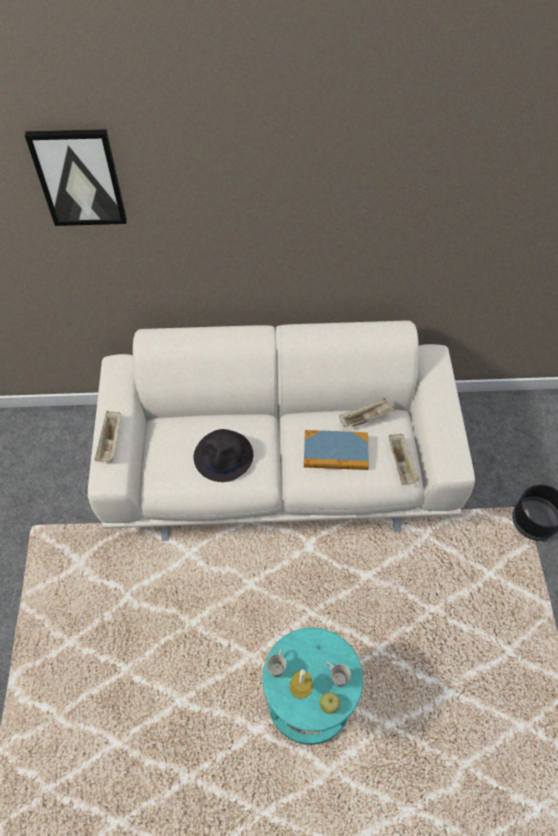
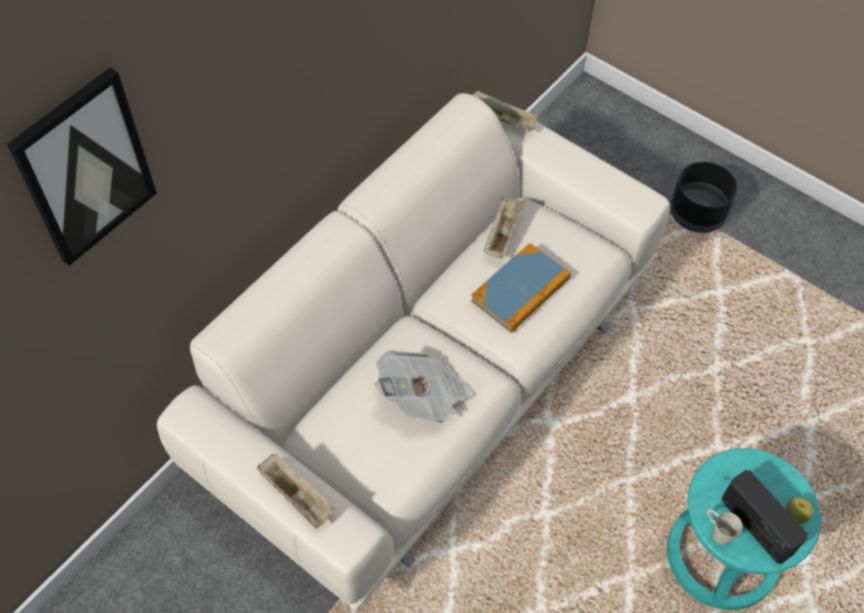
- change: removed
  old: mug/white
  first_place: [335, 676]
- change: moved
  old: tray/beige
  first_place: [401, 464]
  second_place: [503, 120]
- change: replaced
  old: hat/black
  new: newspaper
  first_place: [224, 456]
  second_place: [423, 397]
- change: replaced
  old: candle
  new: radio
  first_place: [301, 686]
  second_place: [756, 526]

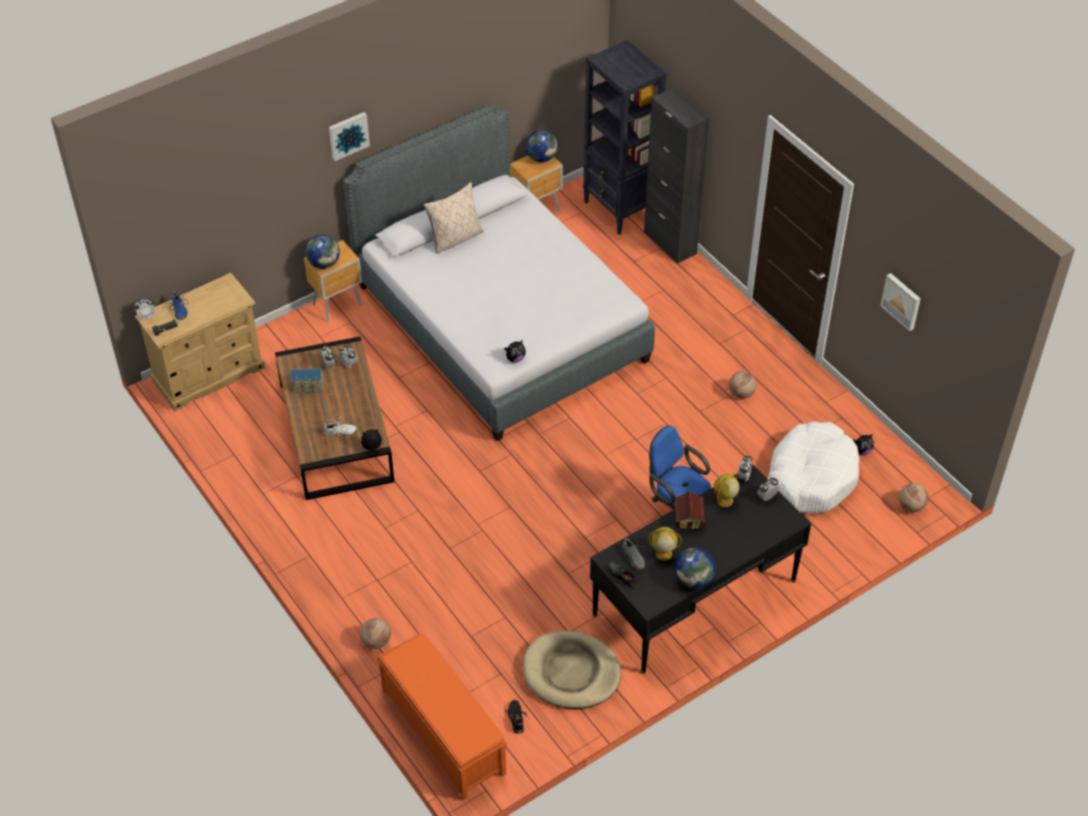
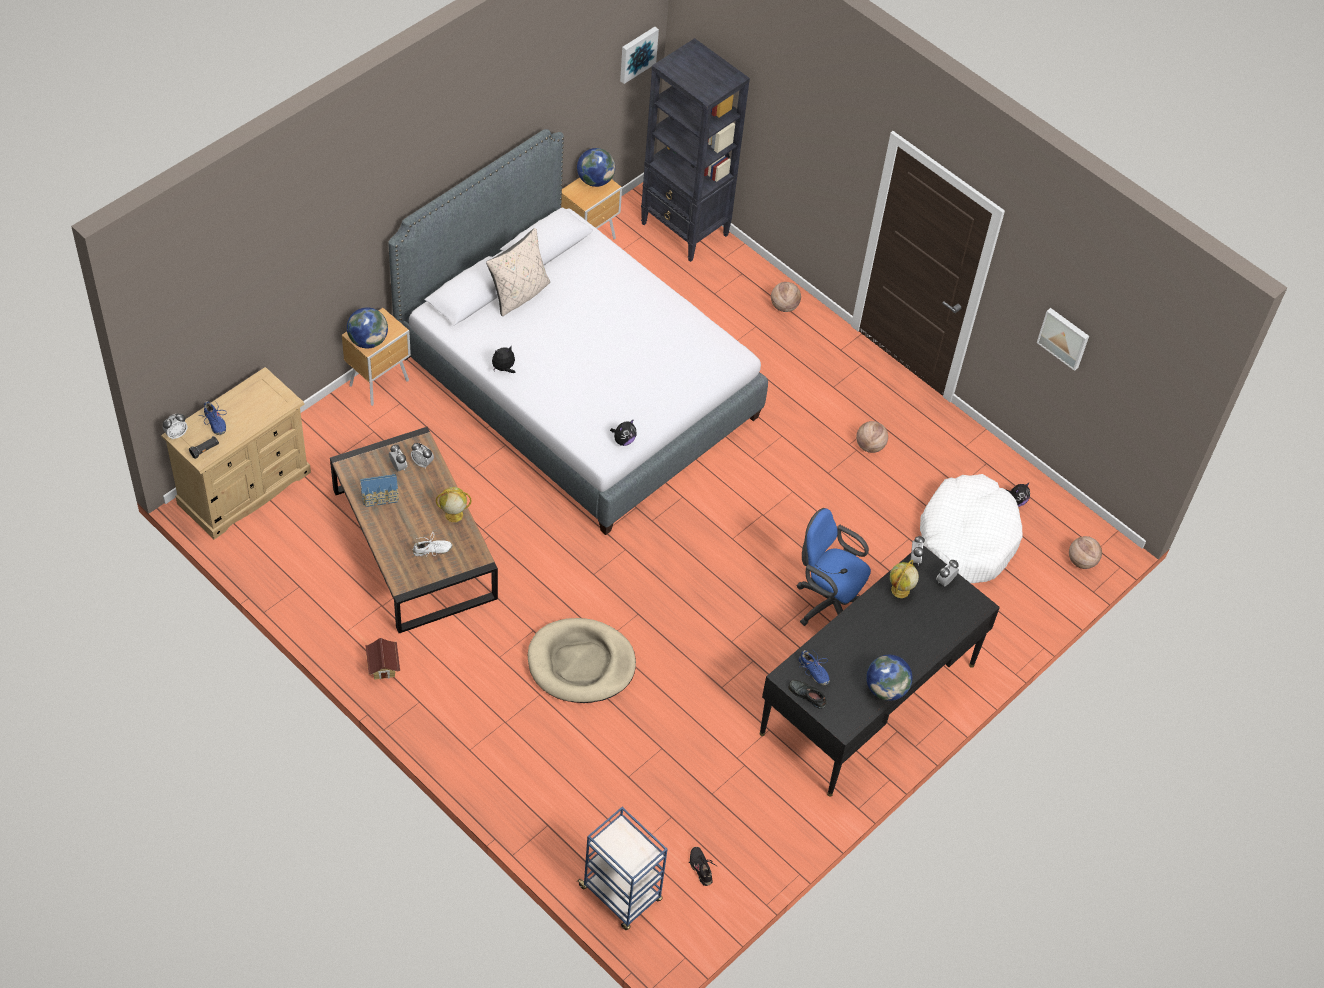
- change: removed
  old: cabinet/black
  first_place: [670, 243]
- change: moved
  old: picture
  first_place: [348, 135]
  second_place: [637, 53]
- change: moved
  old: basketball
  first_place: [376, 642]
  second_place: [784, 306]
- change: moved
  old: plush toy
  first_place: [372, 448]
  second_place: [504, 368]
- change: moved
  old: dog bed/beige
  first_place: [571, 673]
  second_place: [581, 663]
- change: moved
  old: globe
  first_place: [663, 553]
  second_place: [453, 515]
- change: moved
  old: toy house
  first_place: [689, 519]
  second_place: [383, 667]
- change: replaced
  old: bench/orange
  new: cart/blue
  first_place: [442, 731]
  second_place: [621, 894]
- change: recoloured
  old: shoe/grey
  new: shoe/blue
  first_place: [633, 557]
  second_place: [813, 671]

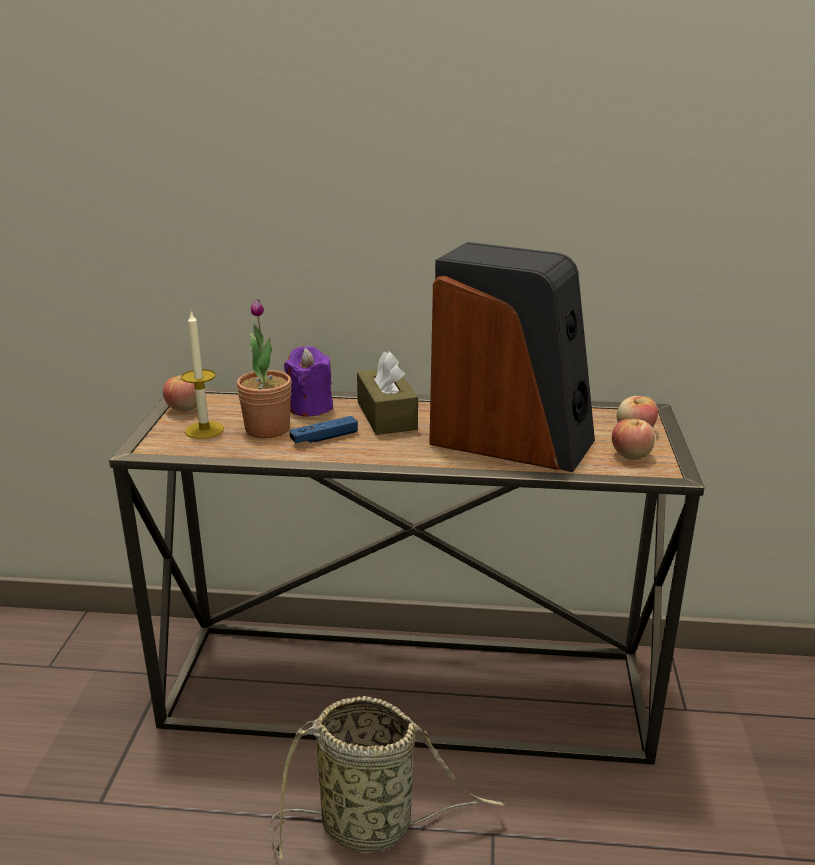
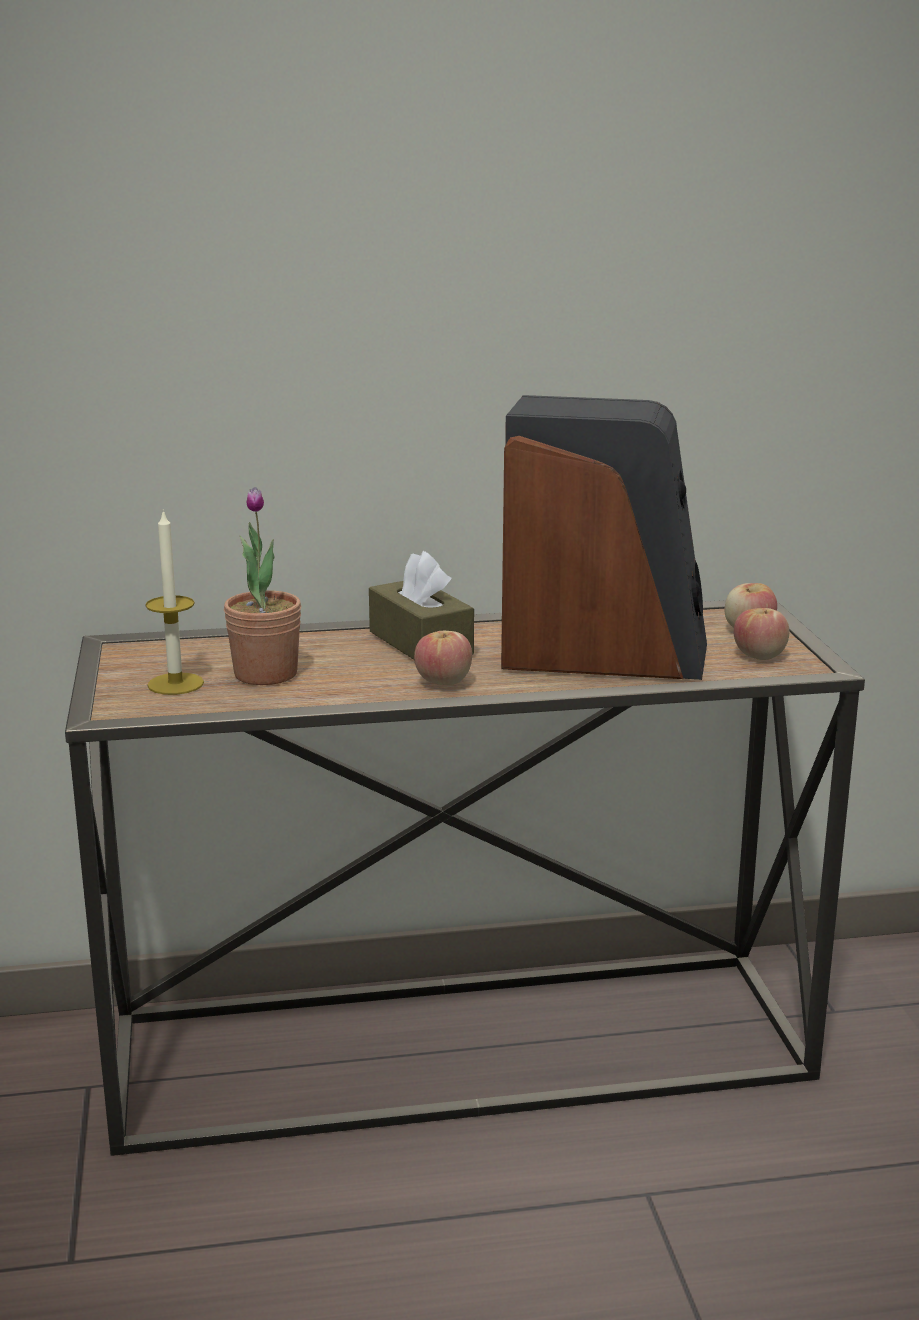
- change: removed
  old: basket
  first_place: [373, 826]
- change: removed
  old: candle/purple
  first_place: [310, 407]
- change: removed
  old: game controller/blue
  first_place: [324, 438]
- change: moved
  old: apple
  first_place: [184, 408]
  second_place: [443, 681]

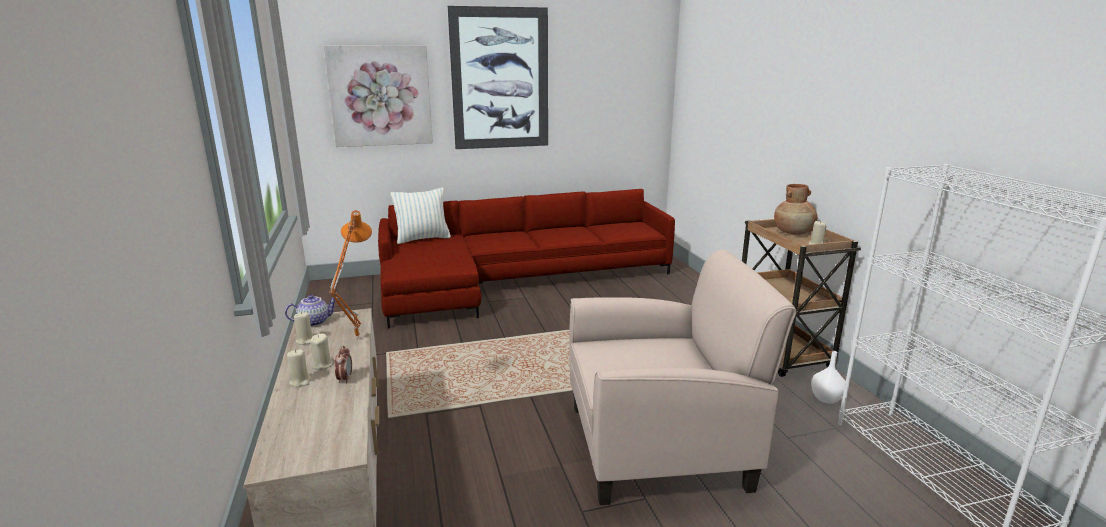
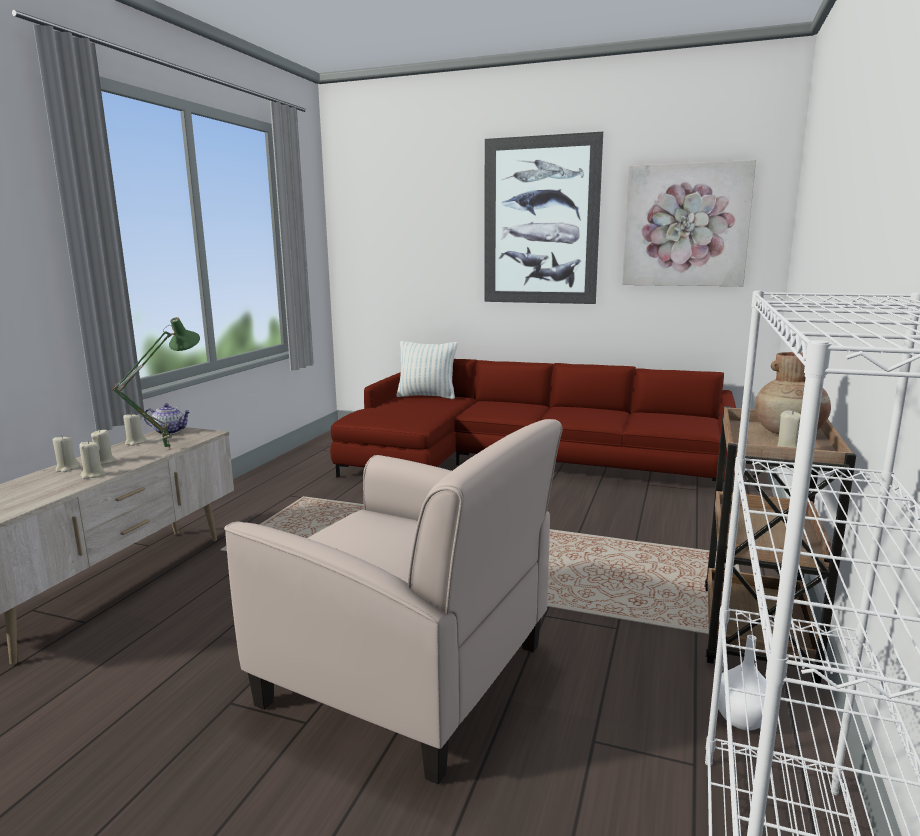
- change: moved
  old: picture
  first_place: [380, 96]
  second_place: [685, 225]
- change: replaced
  old: alarm clock
  new: candle/beige
  first_place: [345, 379]
  second_place: [93, 475]
- change: recoloured
  old: table lamp/orange
  new: table lamp/green
  first_place: [355, 338]
  second_place: [167, 449]

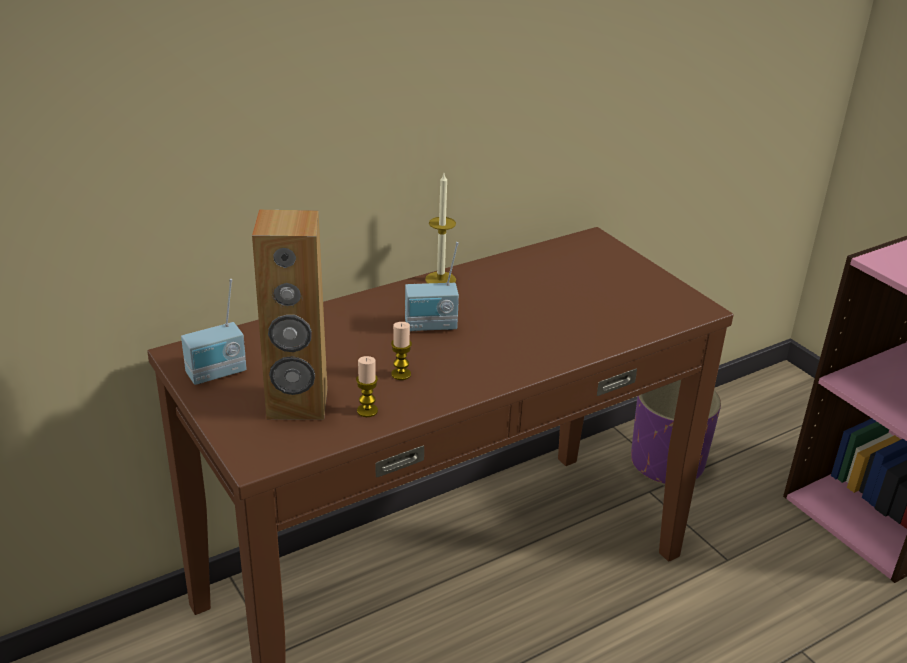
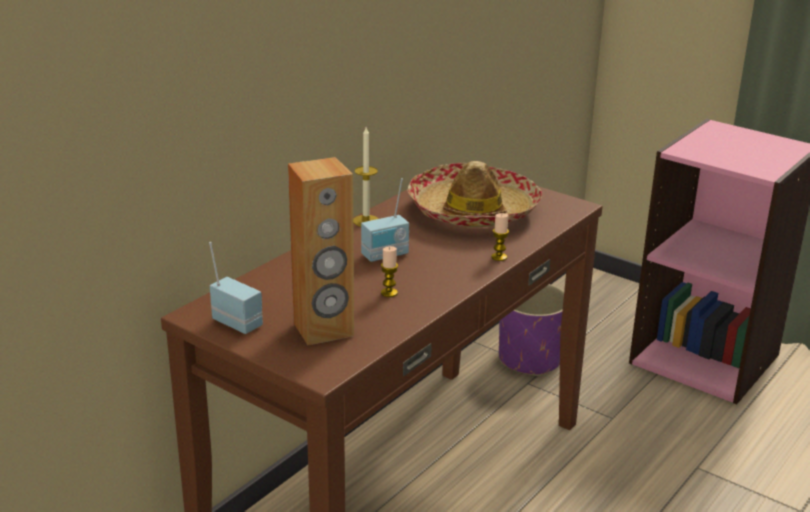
- change: added
  new: hat
  second_place: [473, 210]
- change: moved
  old: candle
  first_place: [367, 411]
  second_place: [499, 257]
- change: turned
  old: radio
  first_place: [217, 374]
  second_place: [238, 322]
  degrees: -90

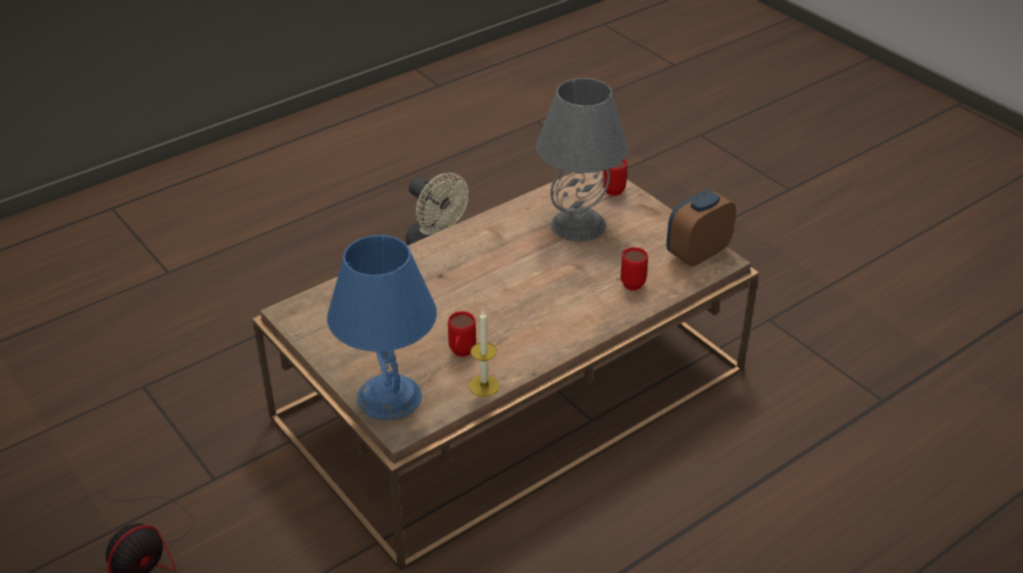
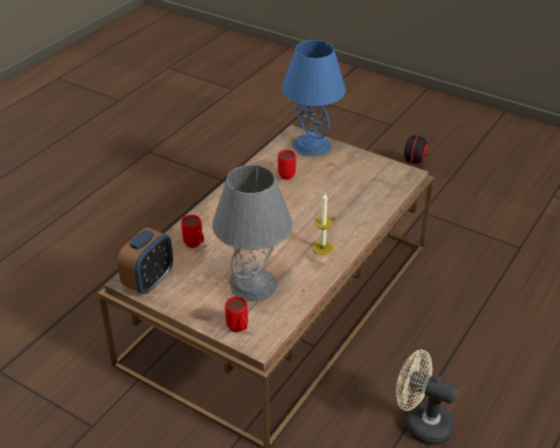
- change: moved
  old: candle
  first_place: [484, 385]
  second_place: [322, 248]

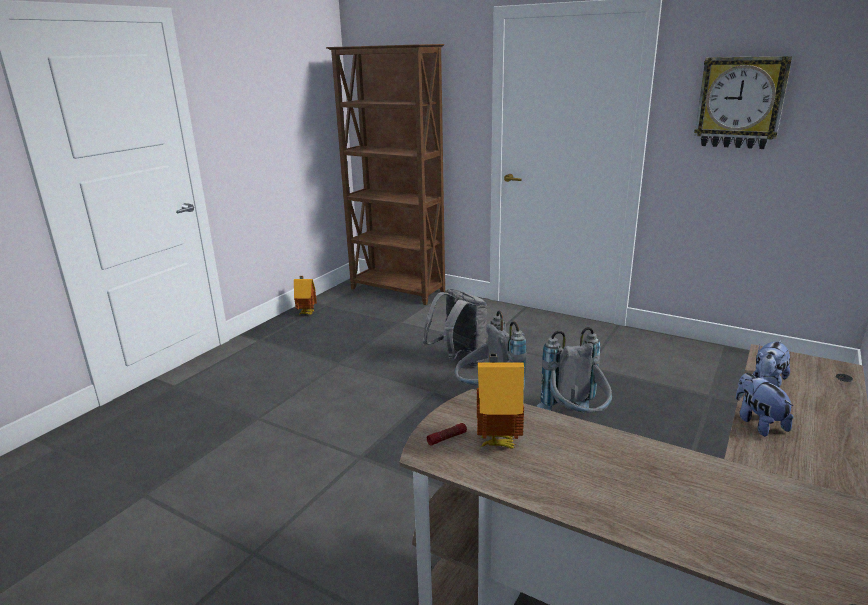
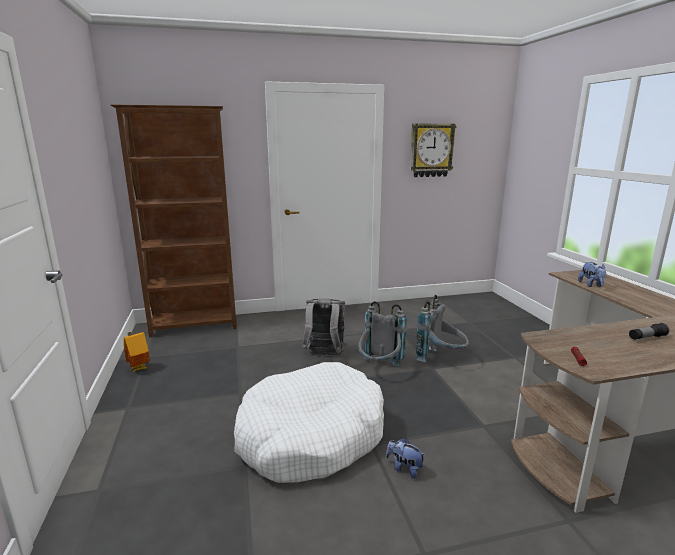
- change: removed
  old: toy house
  first_place: [498, 441]
- change: added
  new: dog bed/white
  second_place: [311, 436]
- change: added
  new: flashlight
  second_place: [646, 337]
- change: moved
  old: plush toy
  first_place: [758, 422]
  second_place: [404, 468]

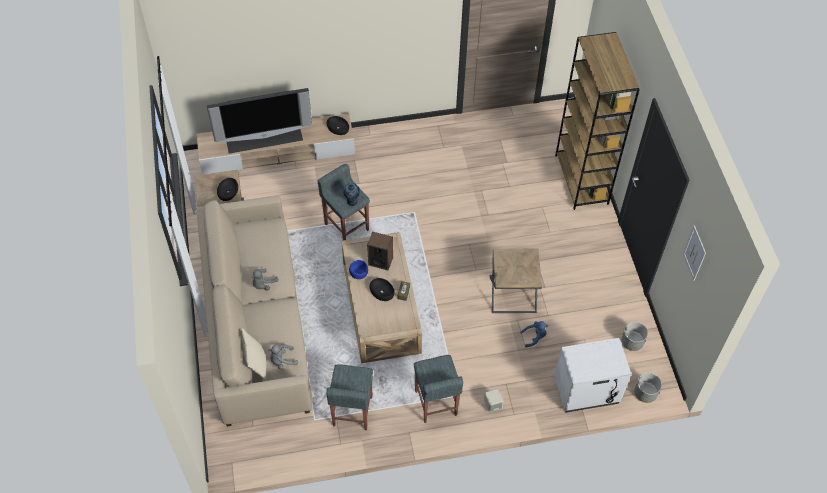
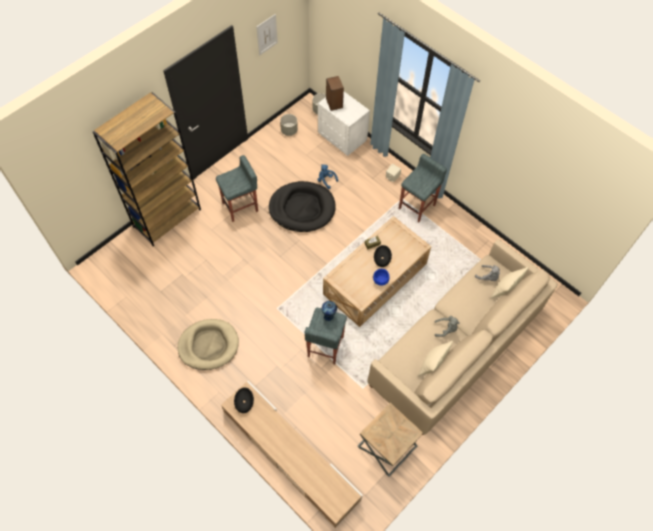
- change: removed
  old: television
  first_place: [264, 138]
- change: removed
  old: bowl/black
  first_place: [228, 192]
- change: added
  new: dog bed/beige
  second_place: [208, 345]
- change: added
  new: pillow/beige
  second_place: [432, 364]
- change: moved
  old: stool/grey
  first_place: [352, 412]
  second_place: [241, 207]
- change: moved
  old: speaker
  first_place: [380, 261]
  second_place: [334, 103]
- change: replaced
  old: side table/brown
  new: dog bed/black
  first_place: [512, 294]
  second_place: [302, 208]

